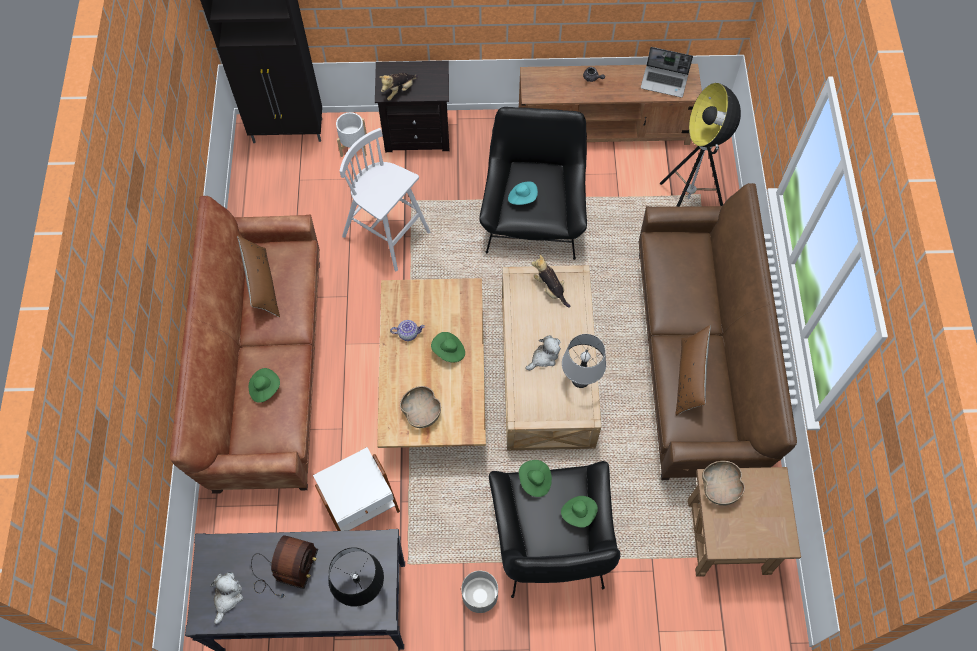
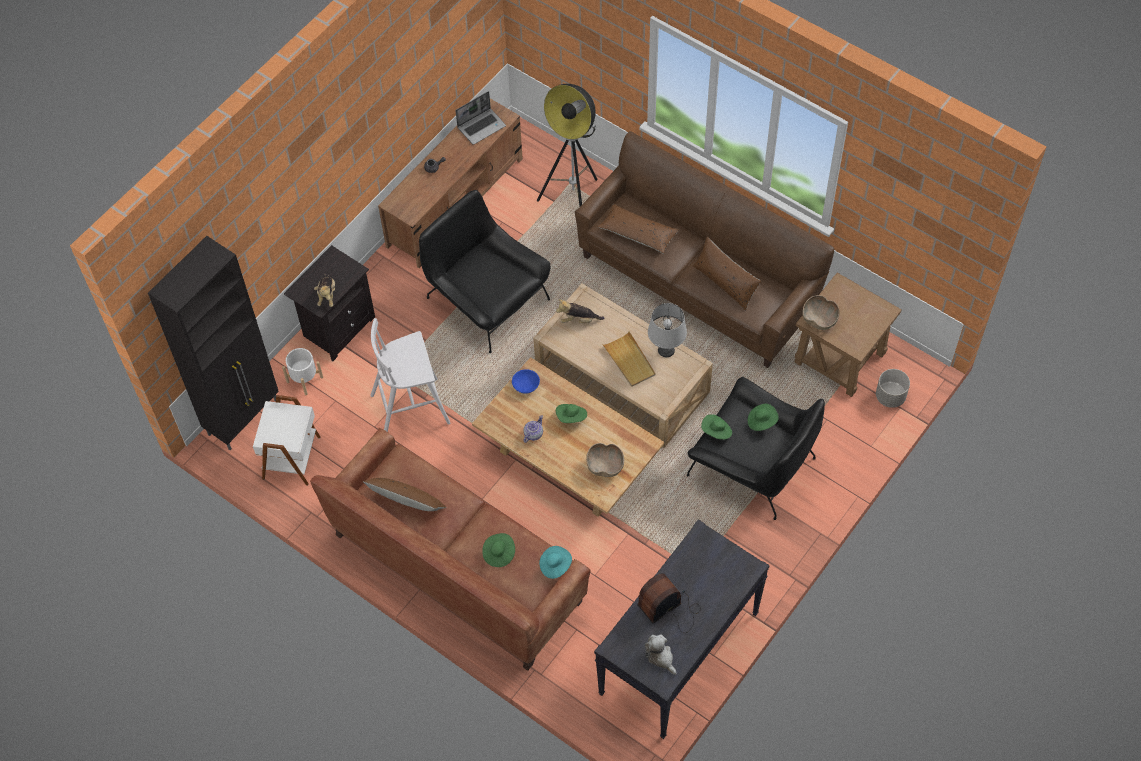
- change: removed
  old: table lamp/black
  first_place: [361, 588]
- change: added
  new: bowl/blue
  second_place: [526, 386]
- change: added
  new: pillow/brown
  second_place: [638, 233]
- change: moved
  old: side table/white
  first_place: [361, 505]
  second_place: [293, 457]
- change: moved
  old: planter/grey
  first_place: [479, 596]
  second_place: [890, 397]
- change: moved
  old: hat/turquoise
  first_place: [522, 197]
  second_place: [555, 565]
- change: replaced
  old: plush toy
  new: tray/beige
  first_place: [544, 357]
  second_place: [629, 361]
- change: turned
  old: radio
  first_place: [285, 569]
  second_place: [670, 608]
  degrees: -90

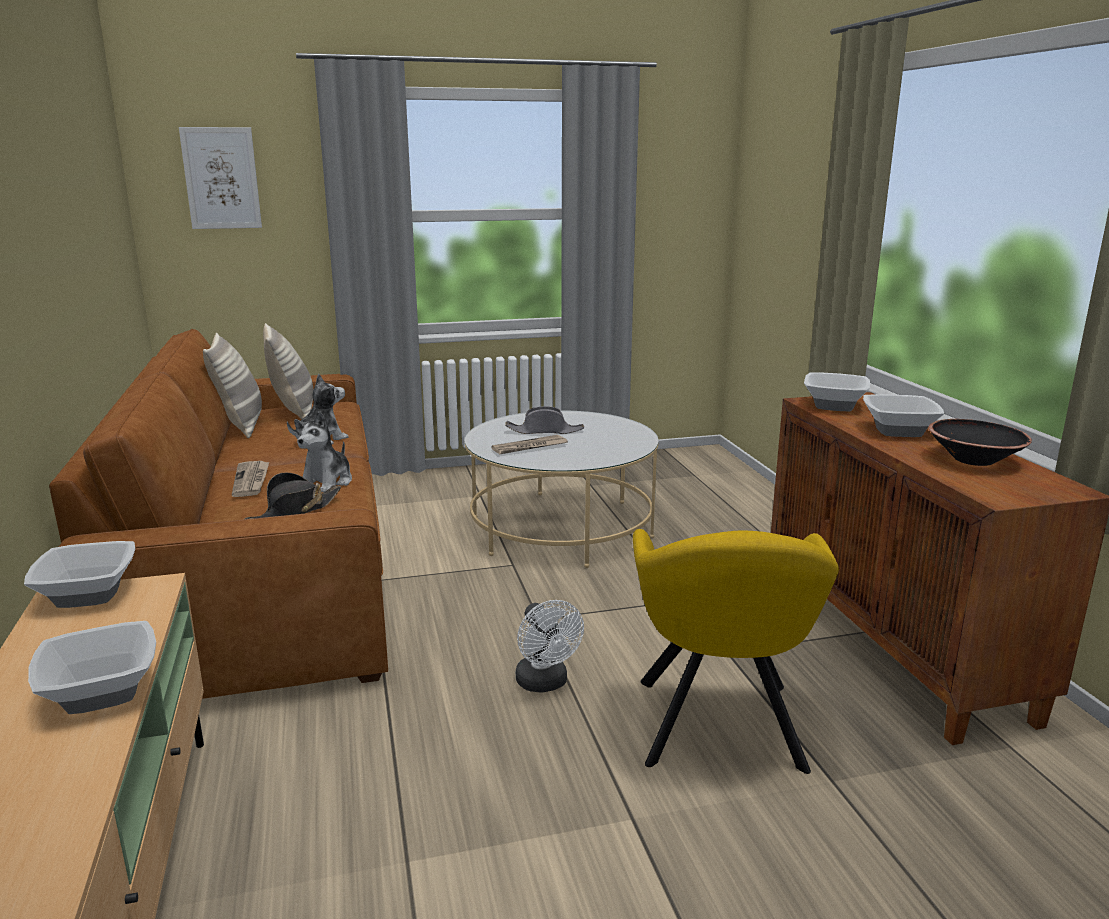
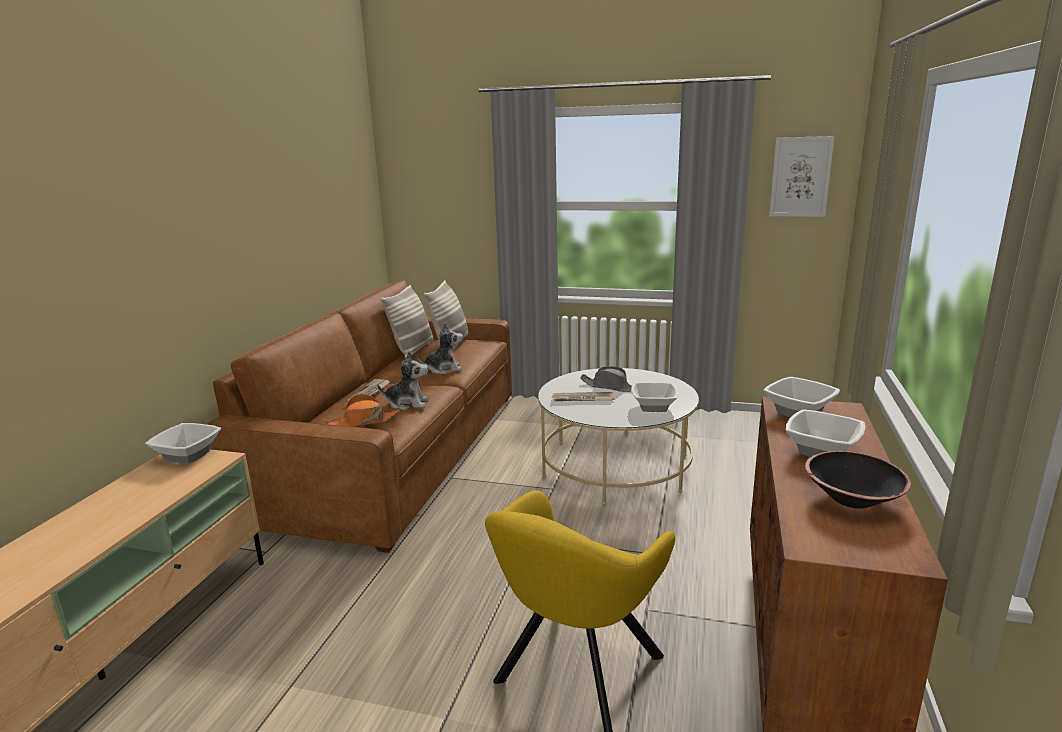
- change: removed
  old: fan/white
  first_place: [545, 683]
- change: moved
  old: bowl
  first_place: [101, 691]
  second_place: [653, 406]
- change: moved
  old: picture
  first_place: [221, 178]
  second_place: [800, 177]
- change: recoloured
  old: hat/black
  new: hat/orange
  first_place: [295, 511]
  second_place: [364, 421]
- change: turned
  old: plush toy
  first_place: [327, 483]
  second_place: [407, 404]
  degrees: -135

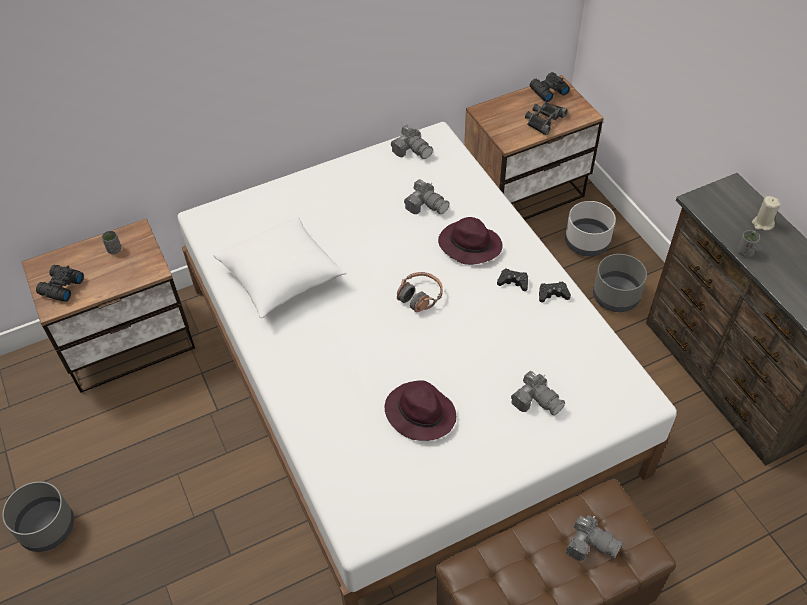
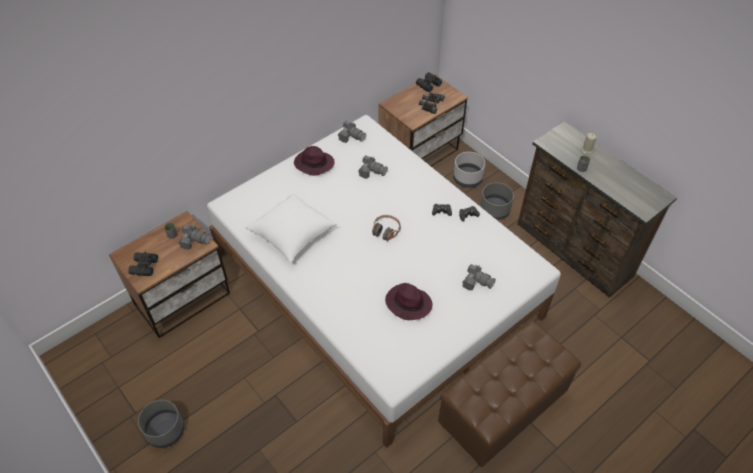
- change: moved
  old: hat/purple
  first_place: [469, 245]
  second_place: [313, 164]
- change: moved
  old: photo camera
  first_place: [590, 543]
  second_place: [195, 240]

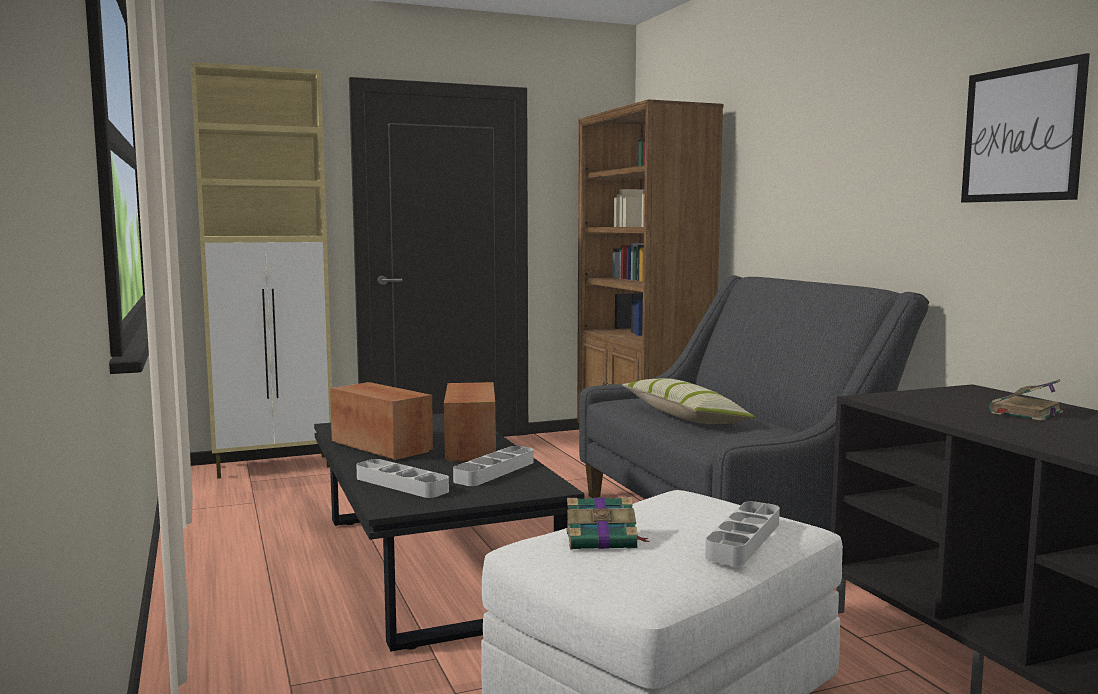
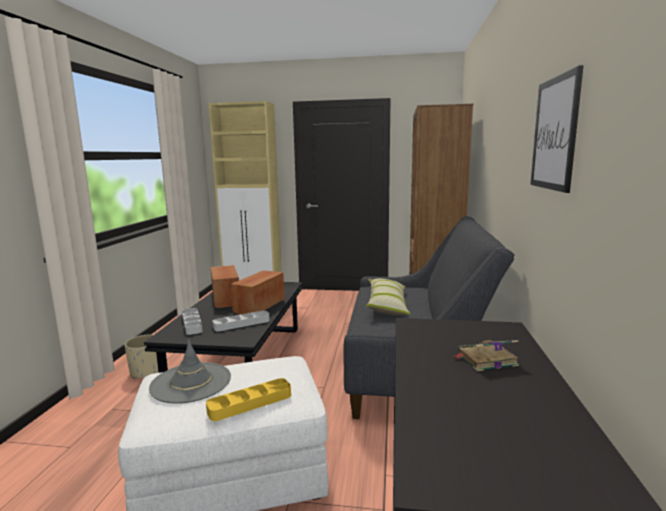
- change: added
  new: planter/beige
  second_place: [146, 372]
- change: replaced
  old: book
  new: hat/grey
  first_place: [603, 540]
  second_place: [191, 382]
- change: recoloured
  old: tray/grey
  new: tray/yellow
  first_place: [743, 540]
  second_place: [250, 403]

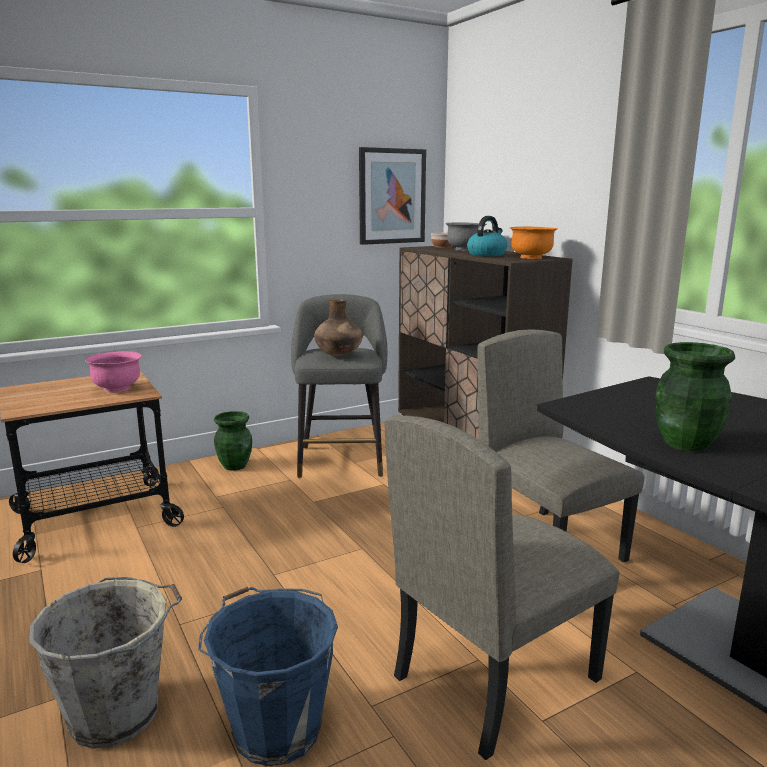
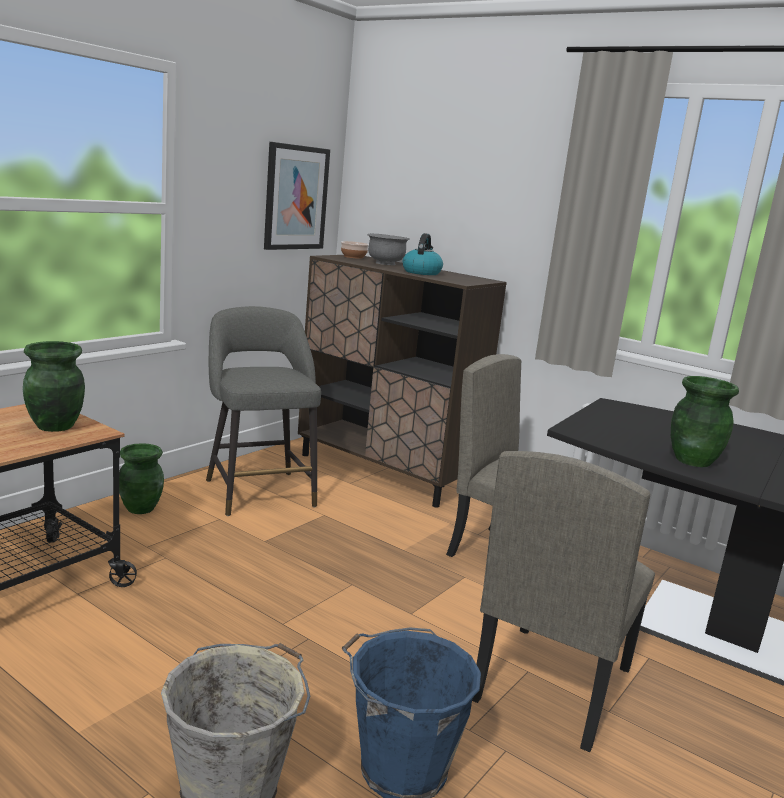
- change: removed
  old: vase/brown
  first_place: [339, 355]
- change: removed
  old: bowl/orange
  first_place: [531, 258]
- change: replaced
  old: bowl/pink
  new: vase/green
  first_place: [117, 388]
  second_place: [55, 426]

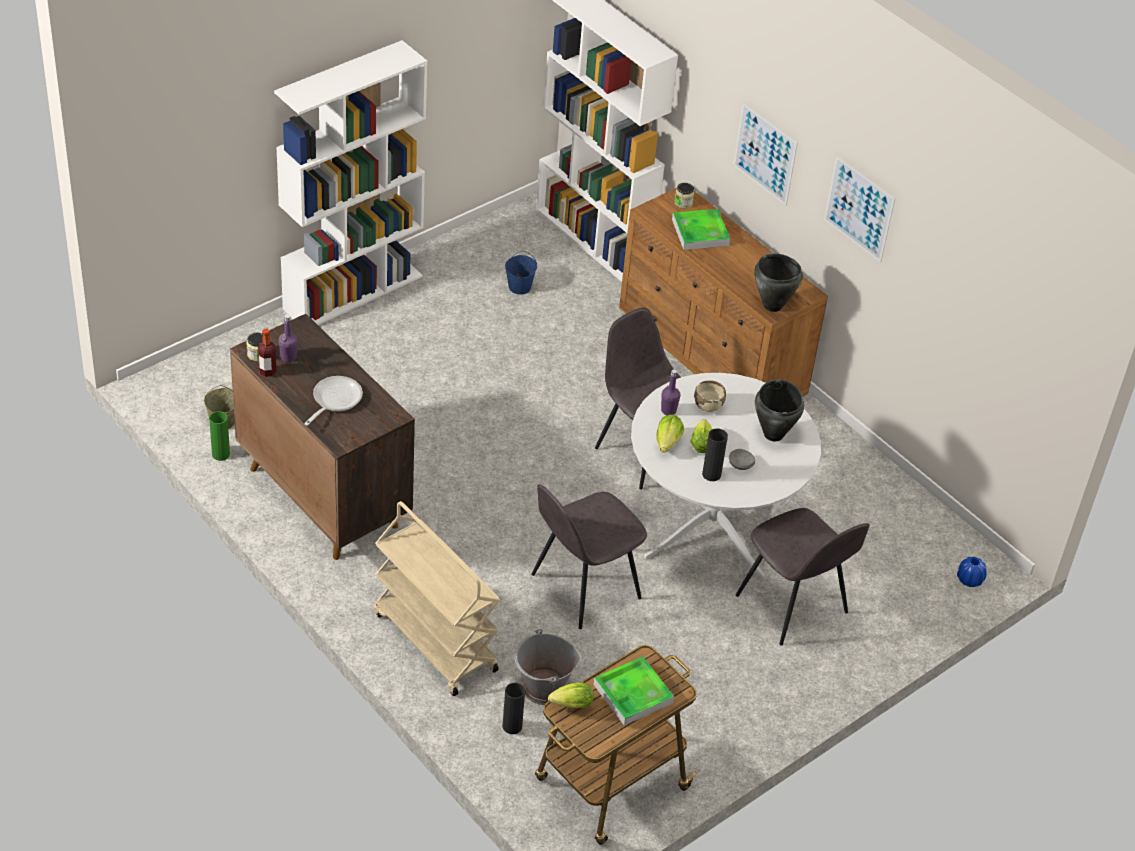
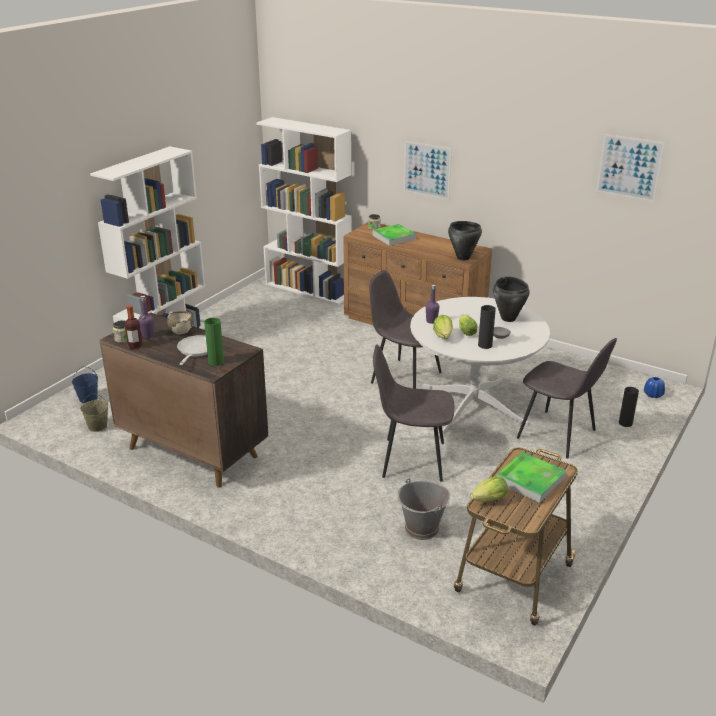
- change: removed
  old: cart/beige
  first_place: [433, 641]
- change: moved
  old: vase/green
  first_place: [221, 454]
  second_place: [216, 362]
- change: moved
  old: vase/black
  first_place: [512, 726]
  second_place: [625, 423]
- change: moved
  old: bucket/blue
  first_place: [519, 287]
  second_place: [88, 398]
- change: moved
  old: bowl/beige
  first_place: [708, 405]
  second_place: [181, 331]
- change: moved
  old: picture
  first_place: [859, 208]
  second_place: [629, 167]
- change: turned
  old: chair/grey
  first_place: [583, 587]
  second_place: [411, 459]
  degrees: 60

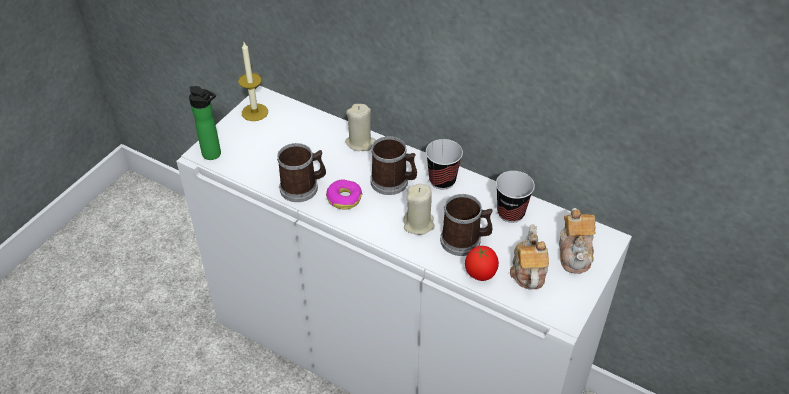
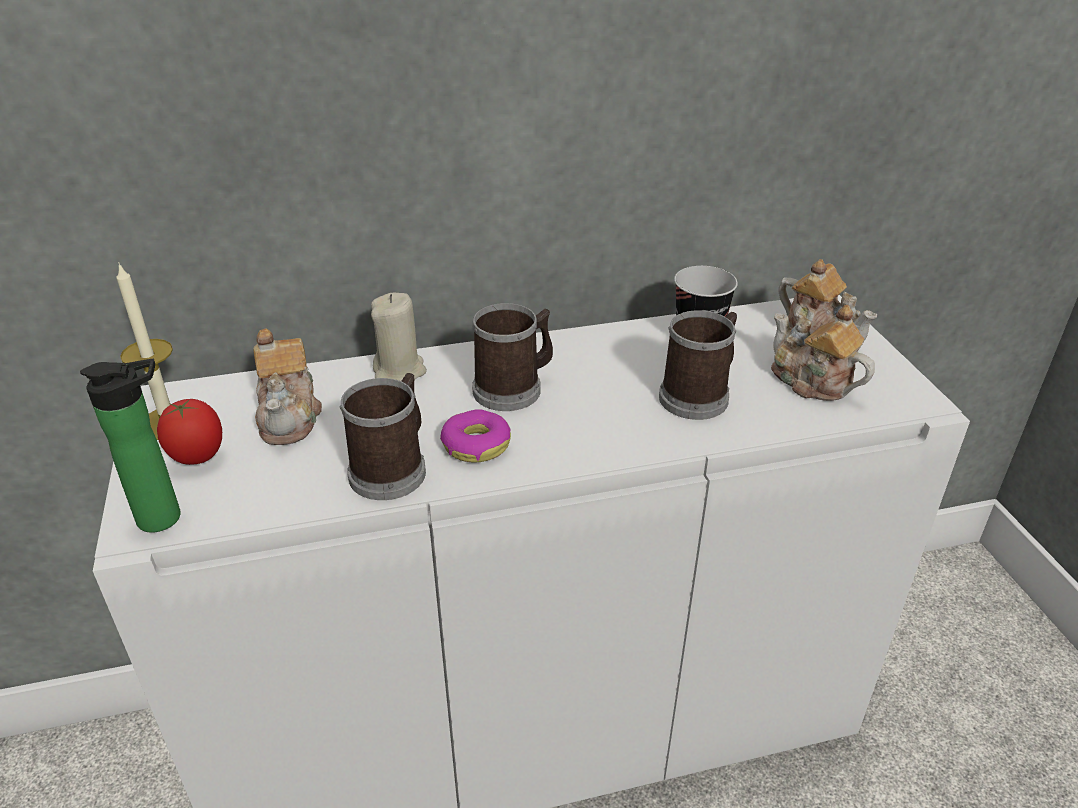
- change: removed
  old: candle/beige
  first_place: [419, 224]
- change: removed
  old: cup
  first_place: [442, 180]
- change: added
  new: teapot
  second_place: [290, 416]
- change: moved
  old: tomato
  first_place: [480, 275]
  second_place: [197, 458]

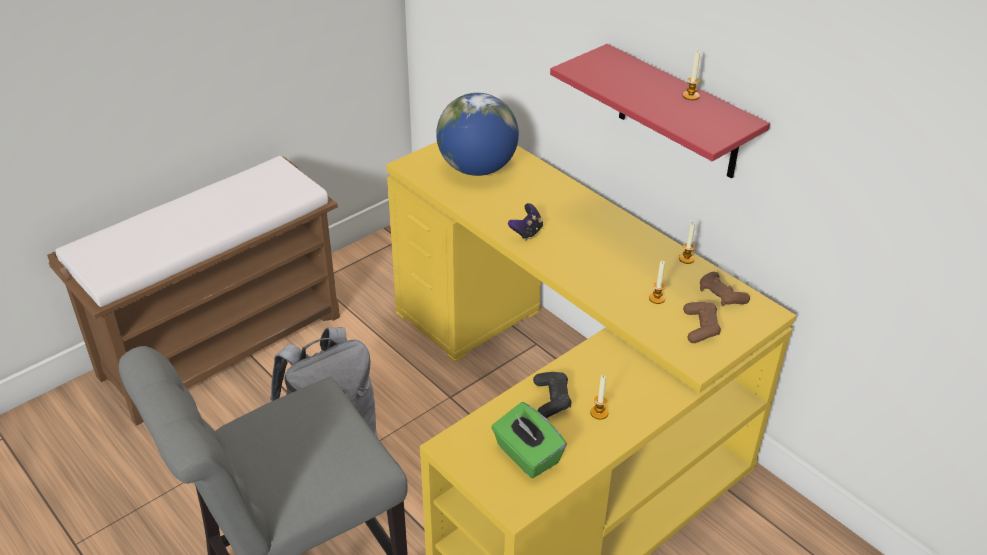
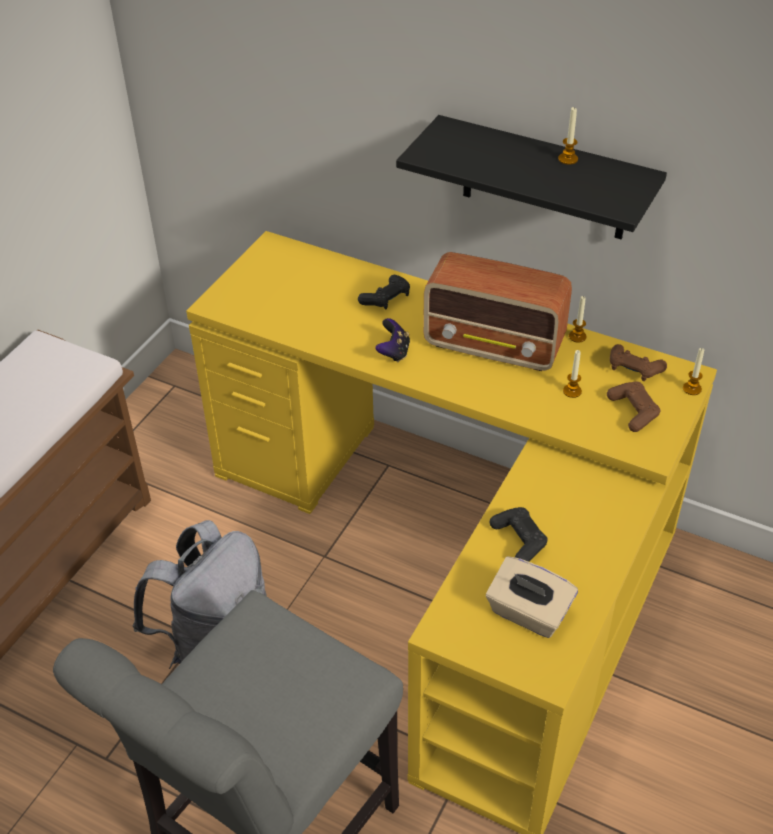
- change: removed
  old: globe
  first_place: [477, 168]
- change: added
  new: game controller/black
  second_place: [386, 299]
- change: added
  new: radio
  second_place: [495, 346]
- change: moved
  old: candle
  first_place: [599, 413]
  second_place: [692, 389]
- change: recoloured
  old: tissue box/green
  new: tissue box/beige
  first_place: [527, 455]
  second_place: [528, 613]
- change: recoloured
  old: shelf/red
  new: shelf/black
  first_place: [679, 114]
  second_place: [544, 179]

